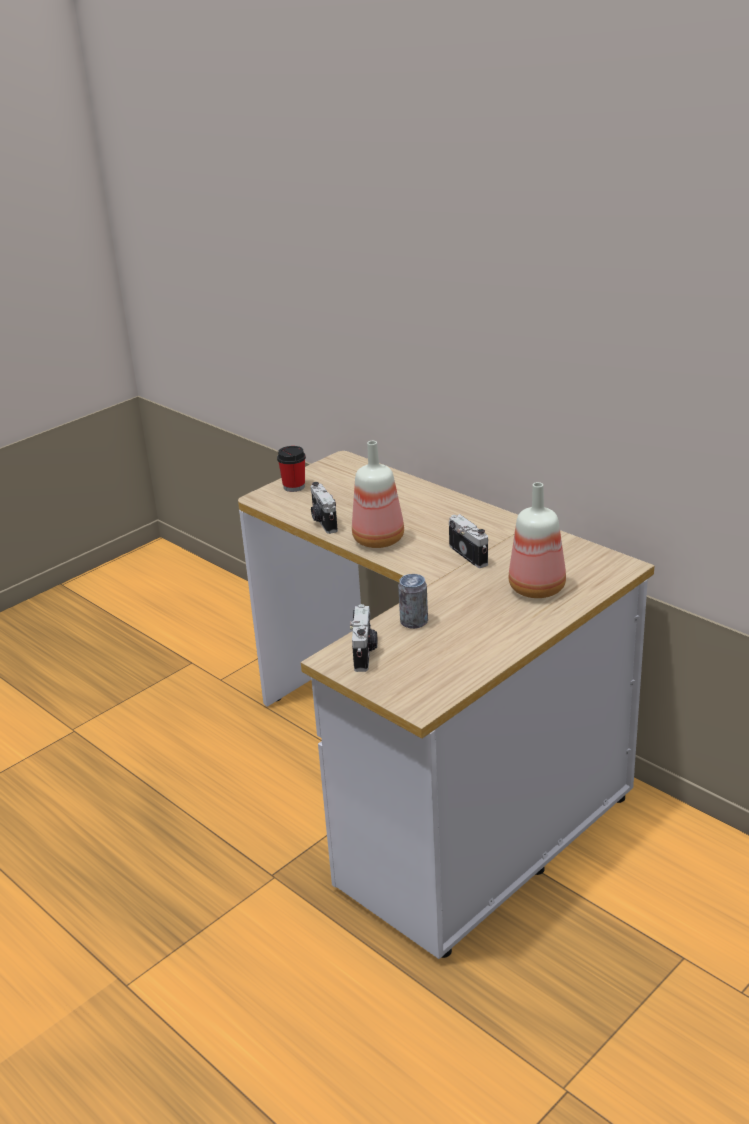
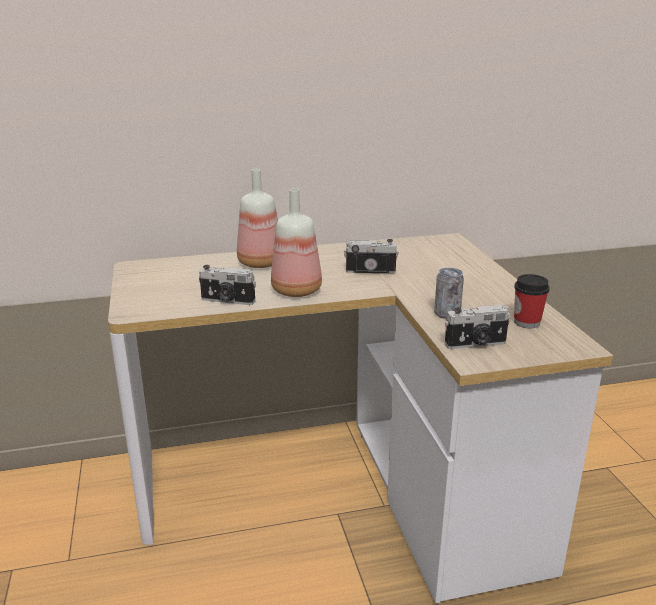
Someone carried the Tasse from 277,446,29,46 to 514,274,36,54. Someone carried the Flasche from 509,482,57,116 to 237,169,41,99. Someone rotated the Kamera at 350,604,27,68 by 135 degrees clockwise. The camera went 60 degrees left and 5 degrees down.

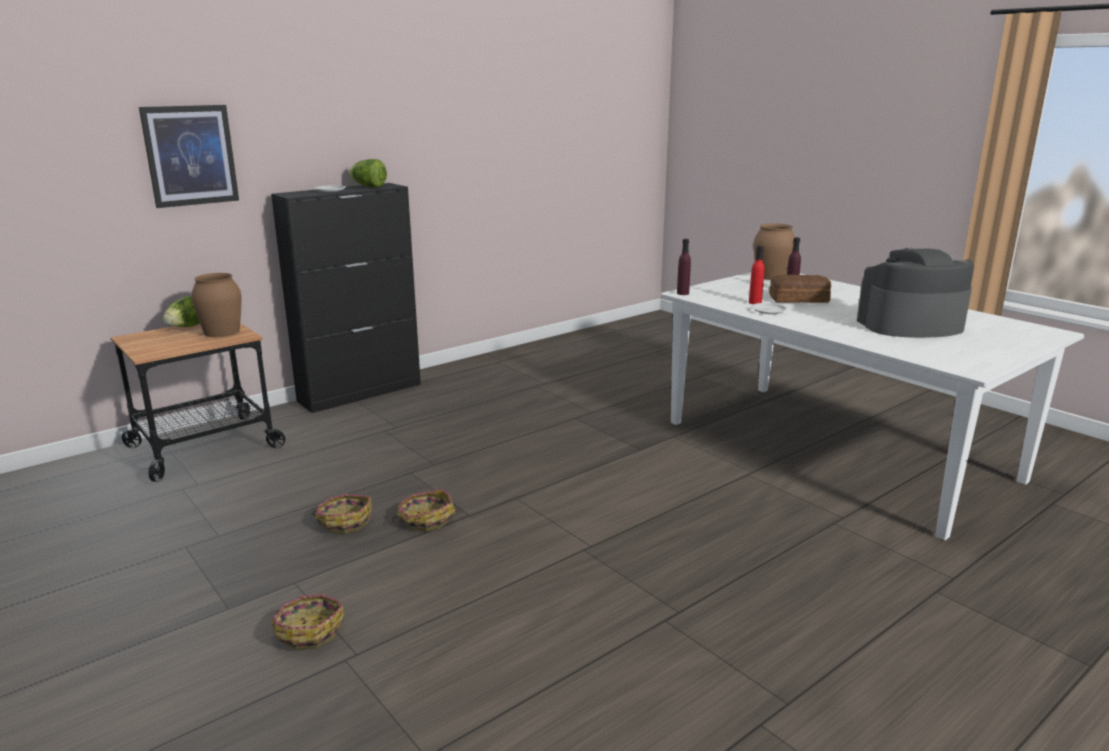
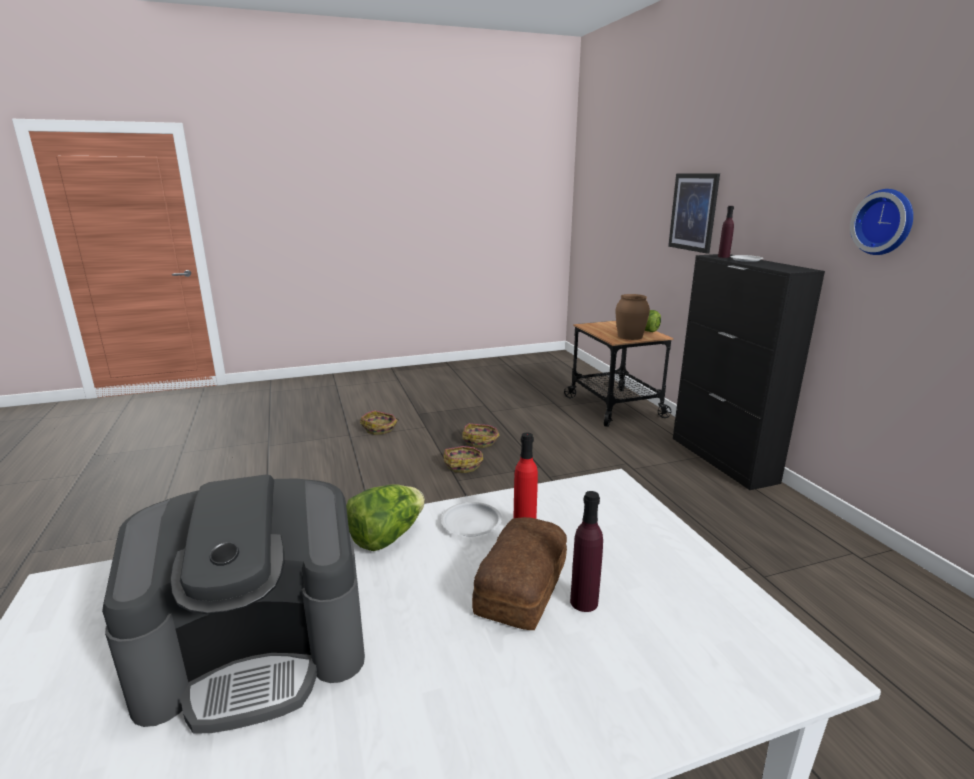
Someone took away the Vase [braun] at 753,223,42,57. Someone put up the Wanduhr at 850,189,63,66. Someone carried the Salatkopf from 348,159,39,28 to 346,484,79,67. Someone carried the Flasche [lila] from 677,239,14,56 to 718,206,16,52. Someone rotated the Kaffeemaschine at 857,248,117,90 by 60 degrees clockwise. The camera went 110 degrees right and 0 degrees up.

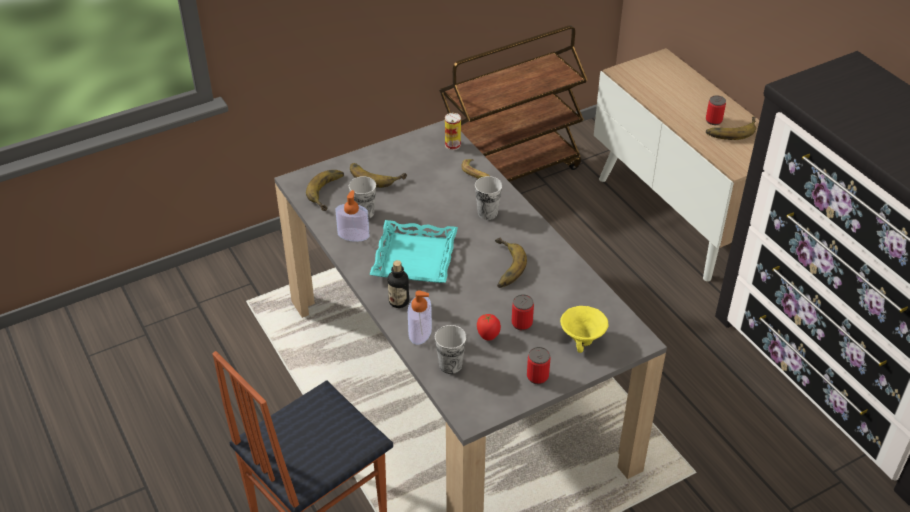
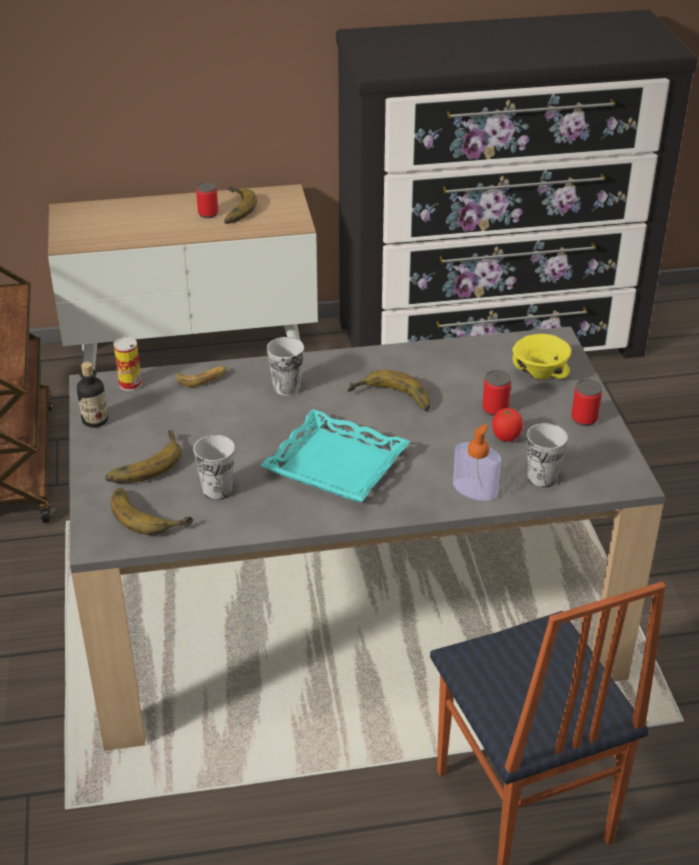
Someone took away the Seifenspender at 335,190,35,52. Someone carried the Flasche from 388,260,21,48 to 77,362,31,66. The camera went 70 degrees left and 5 degrees down.

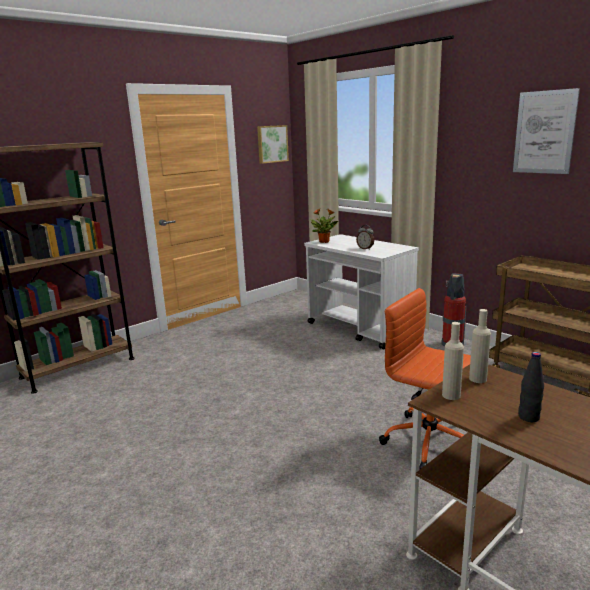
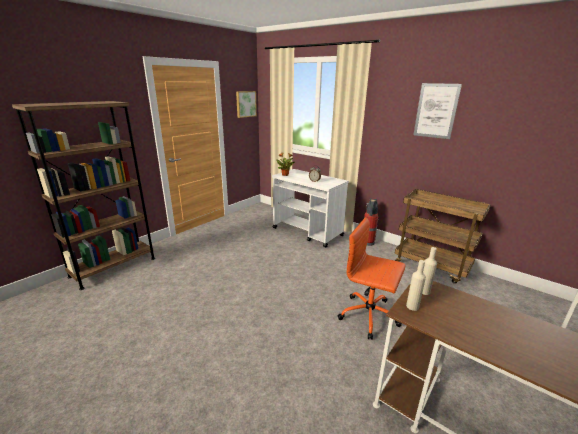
Someone took away the Flasche [schwarz] at 518,352,26,70. The camera went 10 degrees left and 5 degrees up.

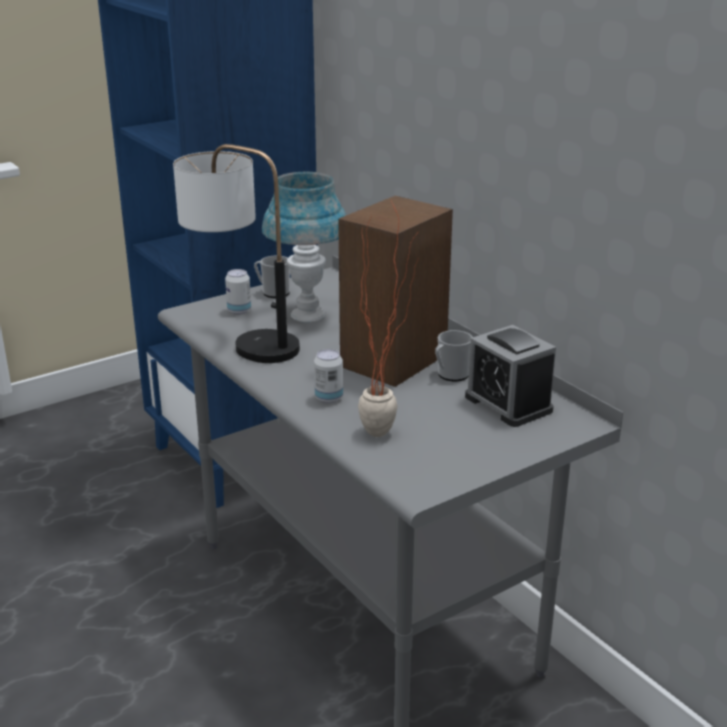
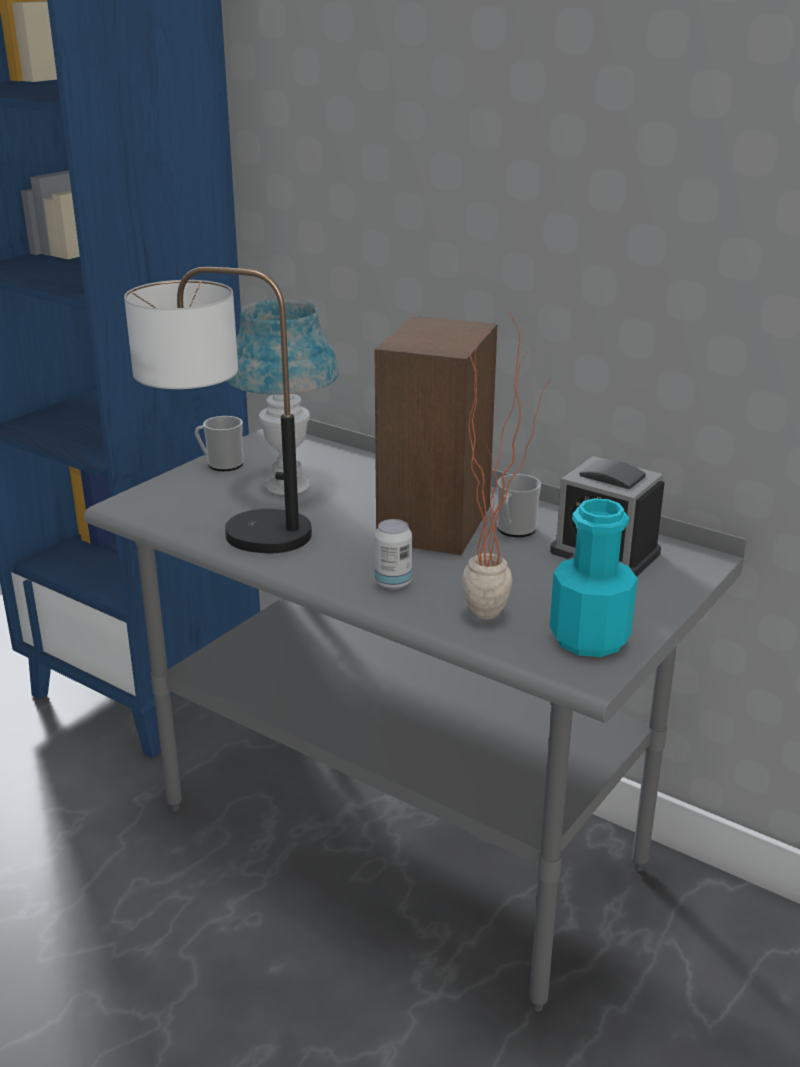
Someone took away the Dose at 225,269,26,46. Someone put down the Flasche [türkis] at 550,498,88,159. The camera went 20 degrees left and 0 degrees up.

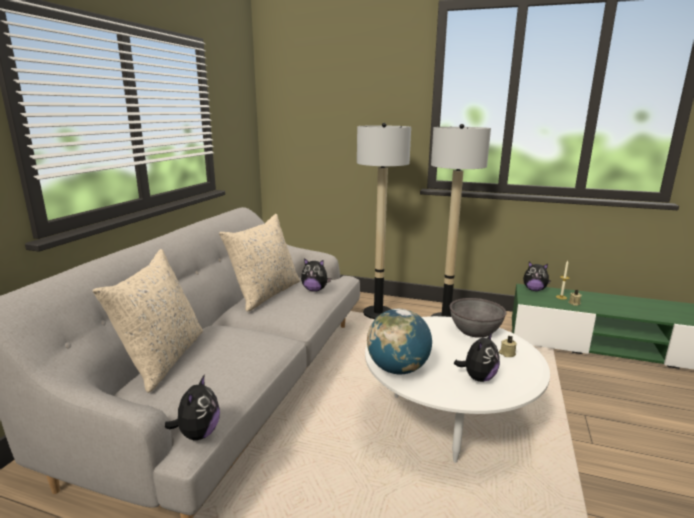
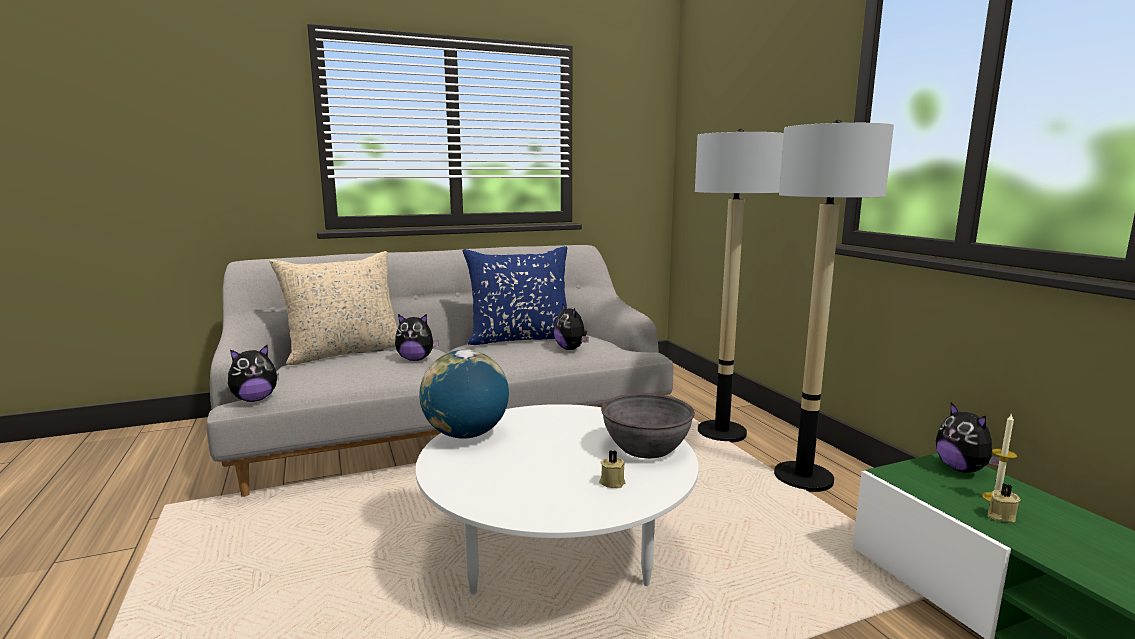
Someone carried the Plüschtier from 454,332,46,50 to 395,314,44,47. Someone repainted the Kissen [beige] at 219,214,81,98, which became the Kissen [blau] at 463,246,104,99. The camera went 50 degrees right and 5 degrees down.

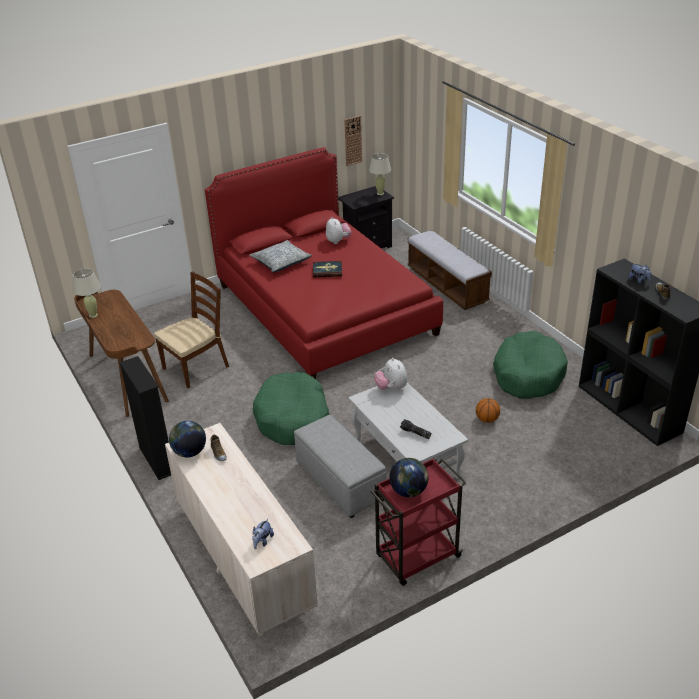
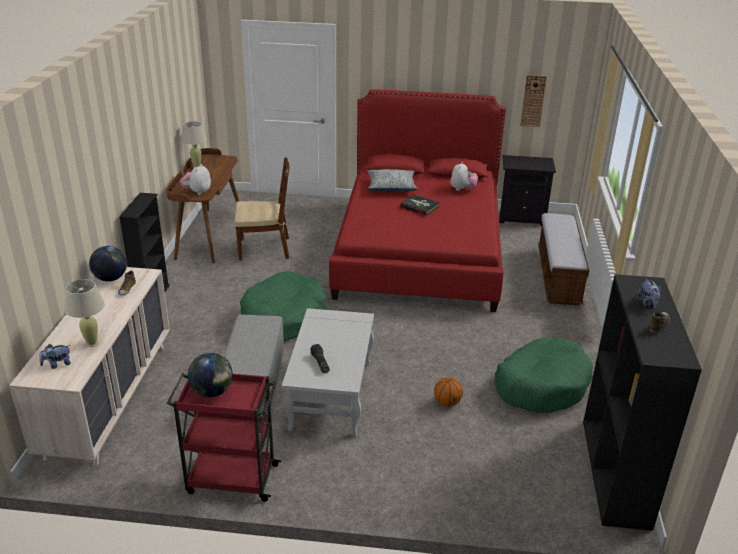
Someone carried the Tischlampe [beige] from 369,153,22,42 to 64,279,41,68. Someone carried the Plüschtier from 374,358,34,32 to 180,164,31,31. The camera went 35 degrees right and 5 degrees down.

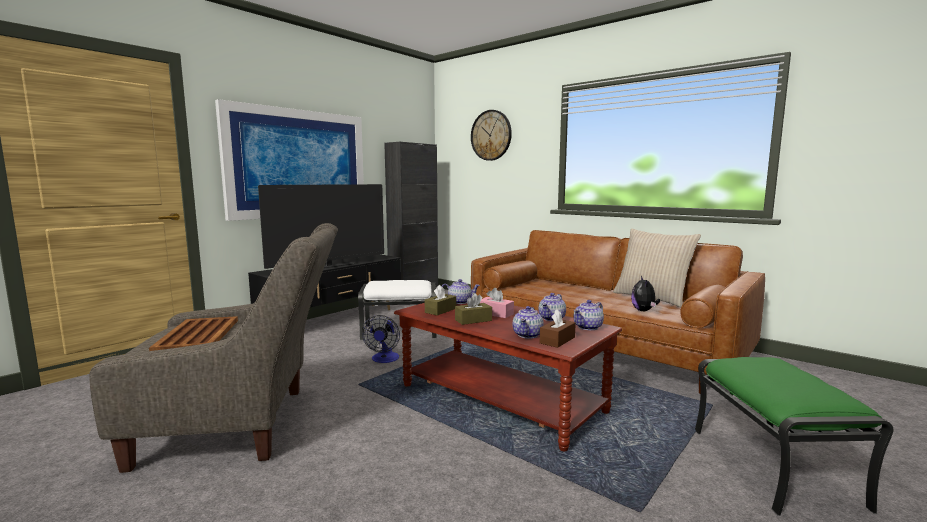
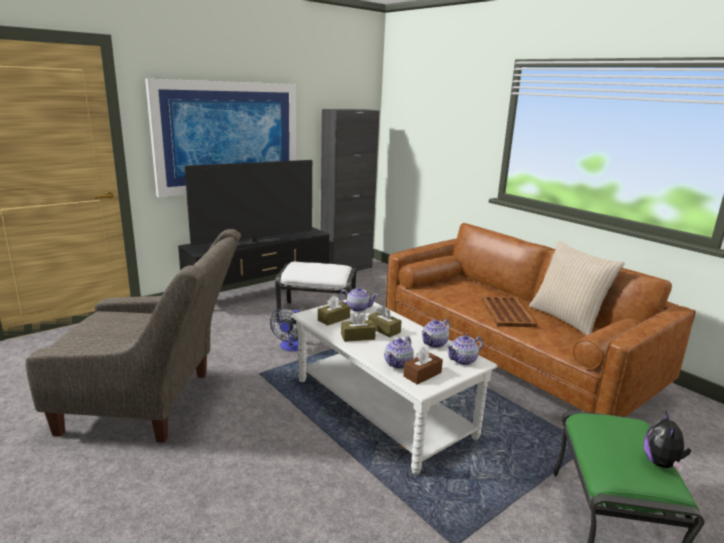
Someone took away the Wanduhr at 471,110,41,51. Someone carried the Tablett [braun] from 149,316,89,35 to 481,296,56,31. Someone carried the Plüschtier from 631,276,29,35 to 644,411,47,60. Someone repainted the Couchtisch [braun] at 394,303,228,148, which became the Couchtisch [weiß] at 291,299,206,176. Someone repainted the Taschentuchbox [rosa] at 480,288,34,30, which became the Taschentuchbox [braun] at 368,306,33,31. The camera went 10 degrees right and 10 degrees up.

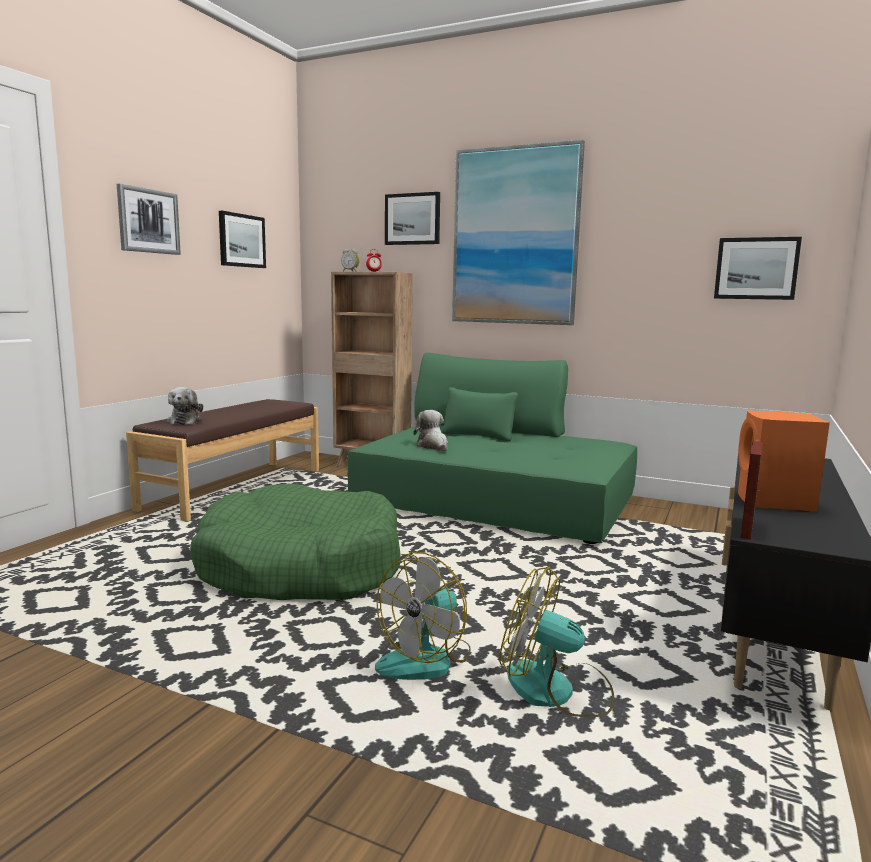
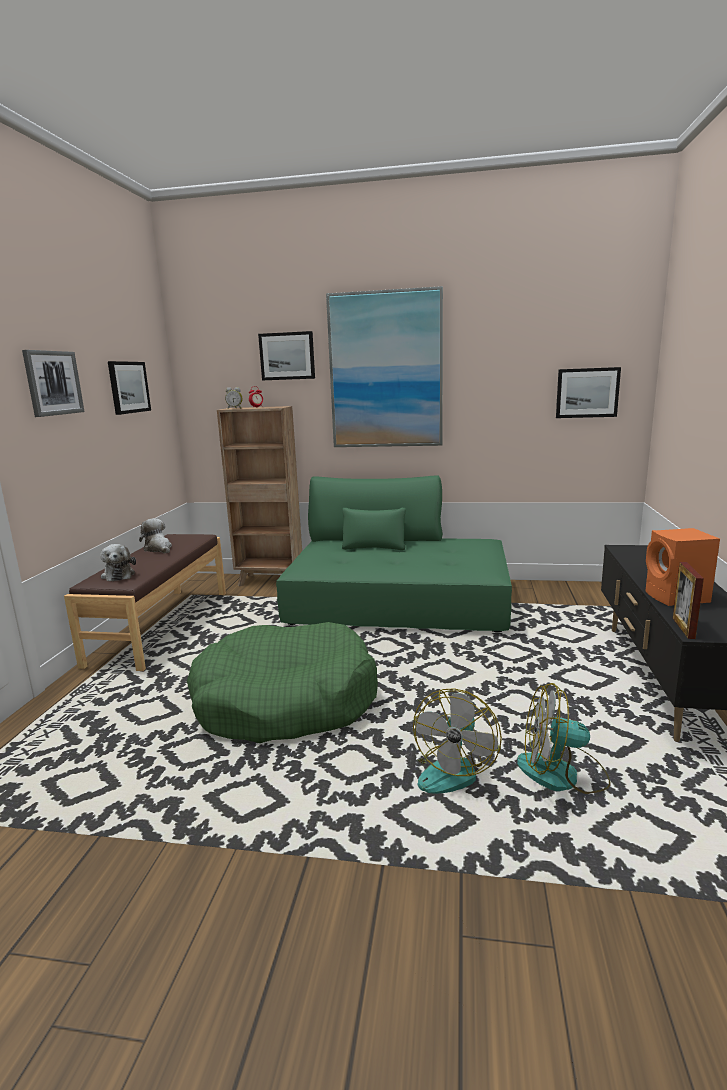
Someone carried the Plüschtier from 413,410,35,42 to 139,518,33,35. The camera went 15 degrees left and 5 degrees up.

